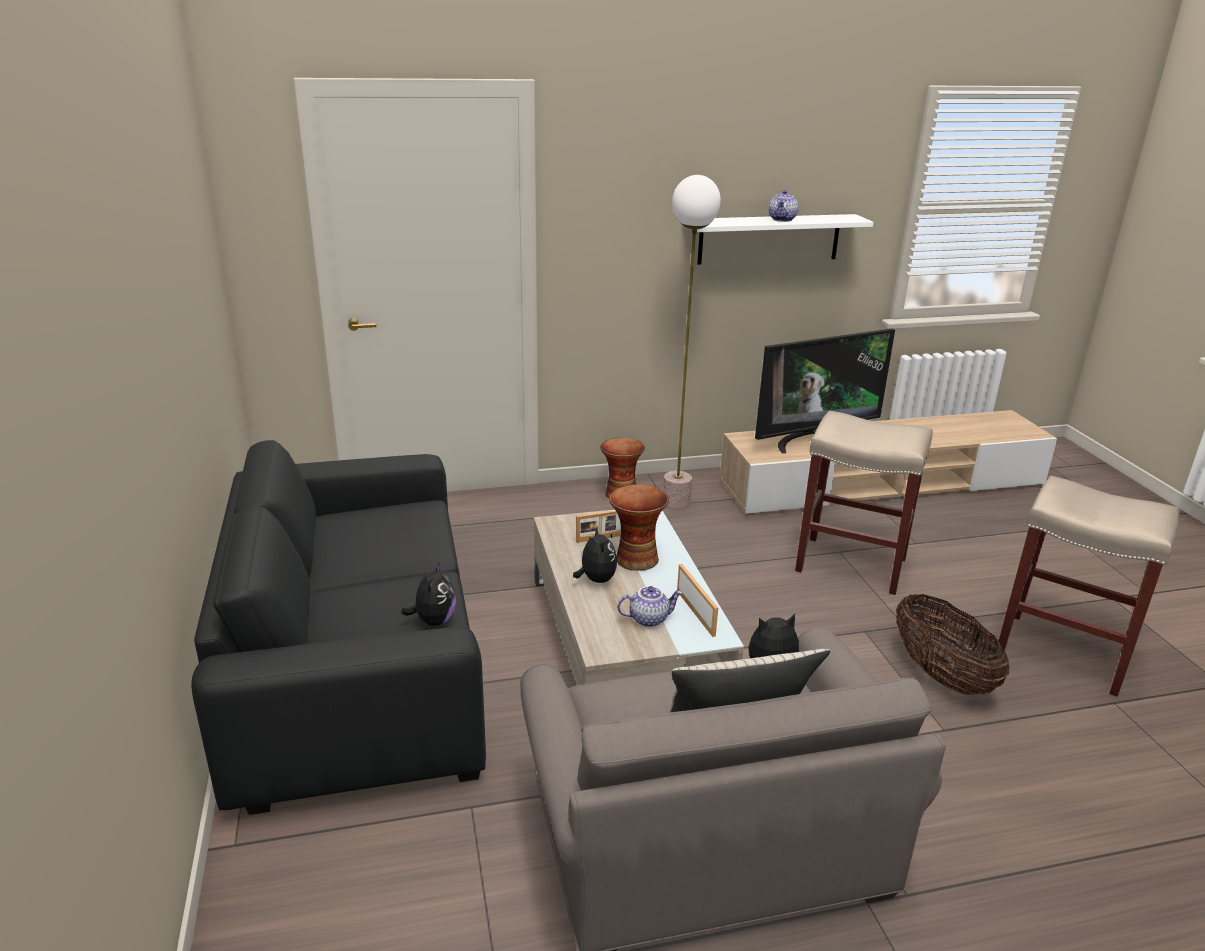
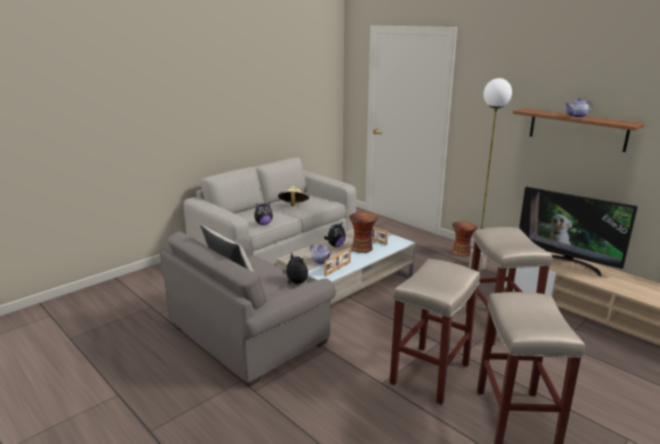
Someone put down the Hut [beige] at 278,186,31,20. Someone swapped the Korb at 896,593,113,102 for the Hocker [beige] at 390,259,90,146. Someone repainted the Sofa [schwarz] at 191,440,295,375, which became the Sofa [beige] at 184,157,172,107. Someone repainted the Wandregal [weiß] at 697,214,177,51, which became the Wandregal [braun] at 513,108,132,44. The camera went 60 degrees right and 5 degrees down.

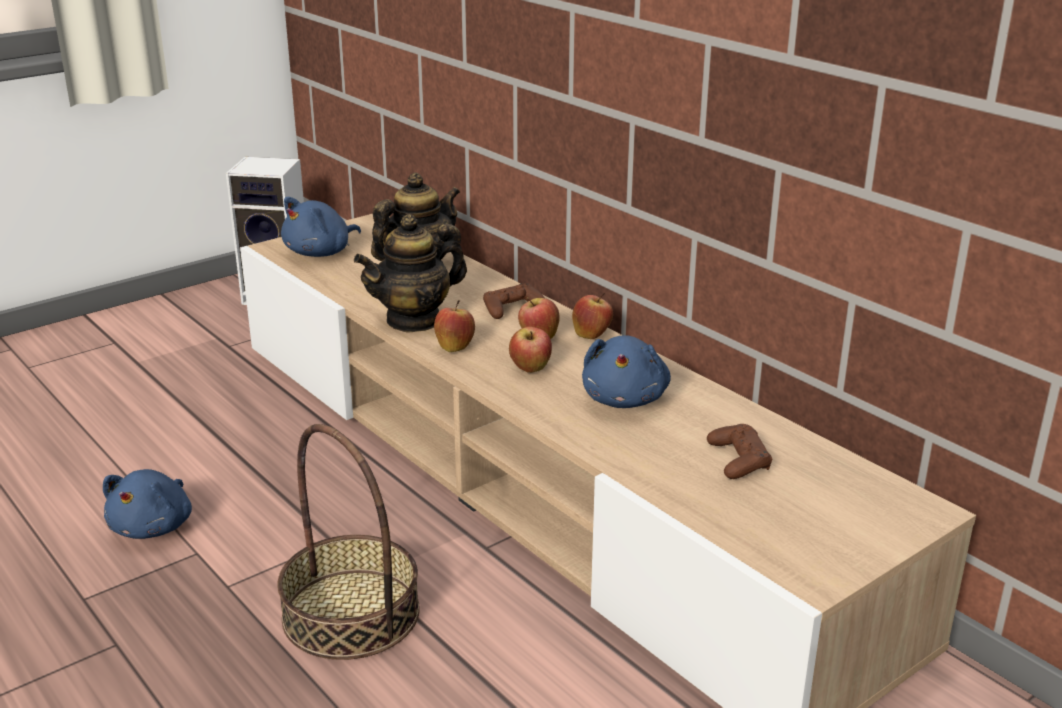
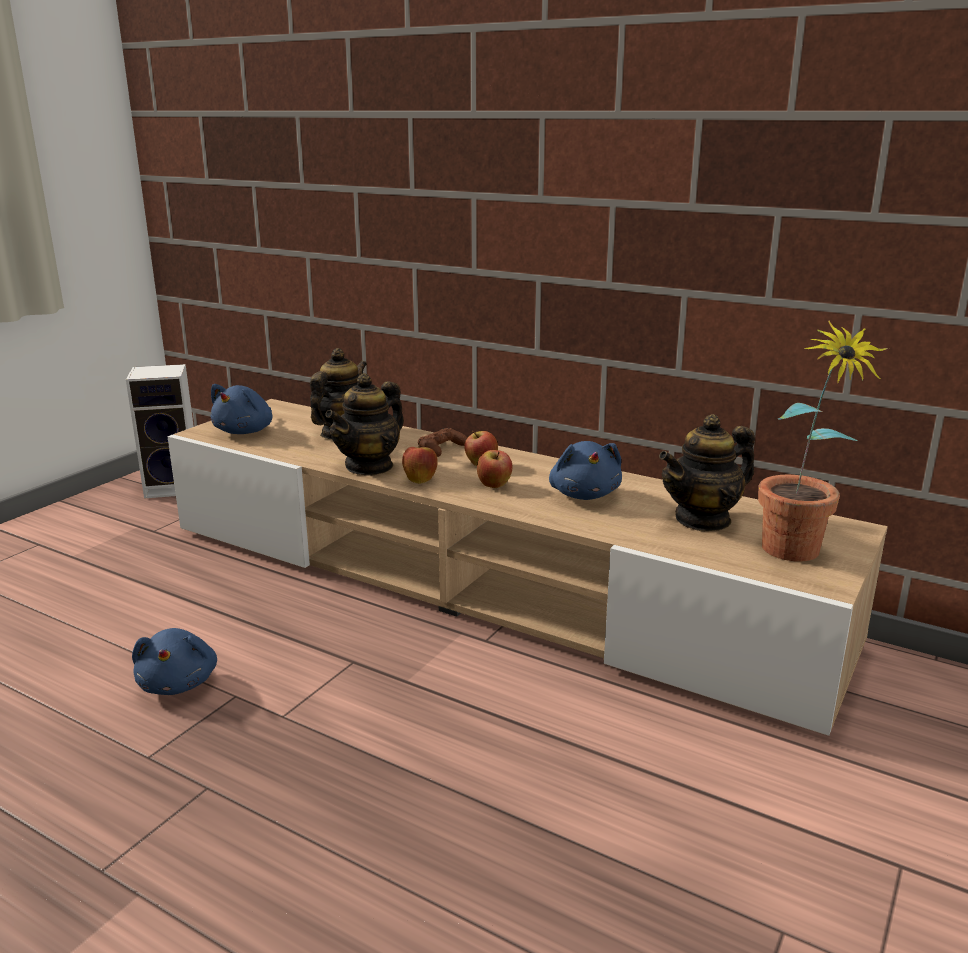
Someone took away the Korb at 277,424,143,236. Someone took away the Apfel at 572,292,41,47. Someone put down the Topfpflanze at 758,321,131,241. Someone swapped the Gamepad [braun] at 707,424,66,55 for the Teekanne at 659,414,96,117. The camera went 20 degrees left and 5 degrees down.

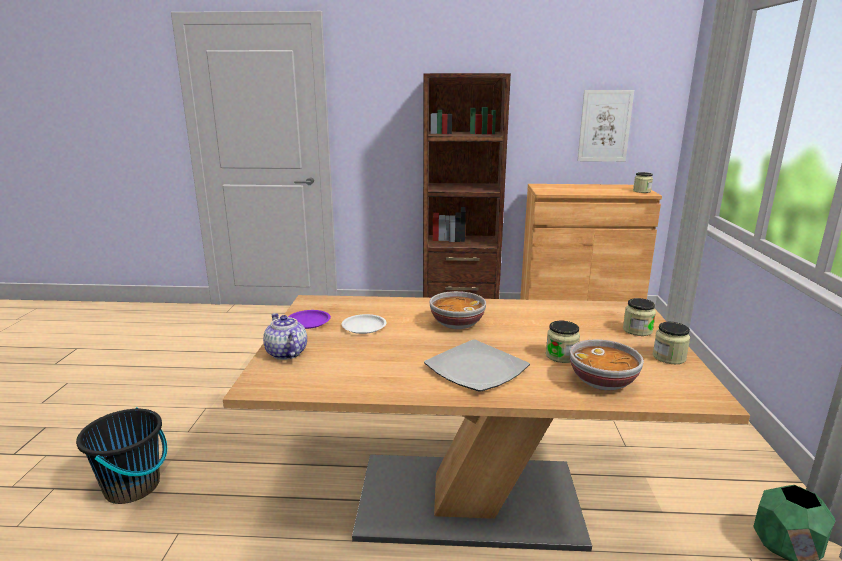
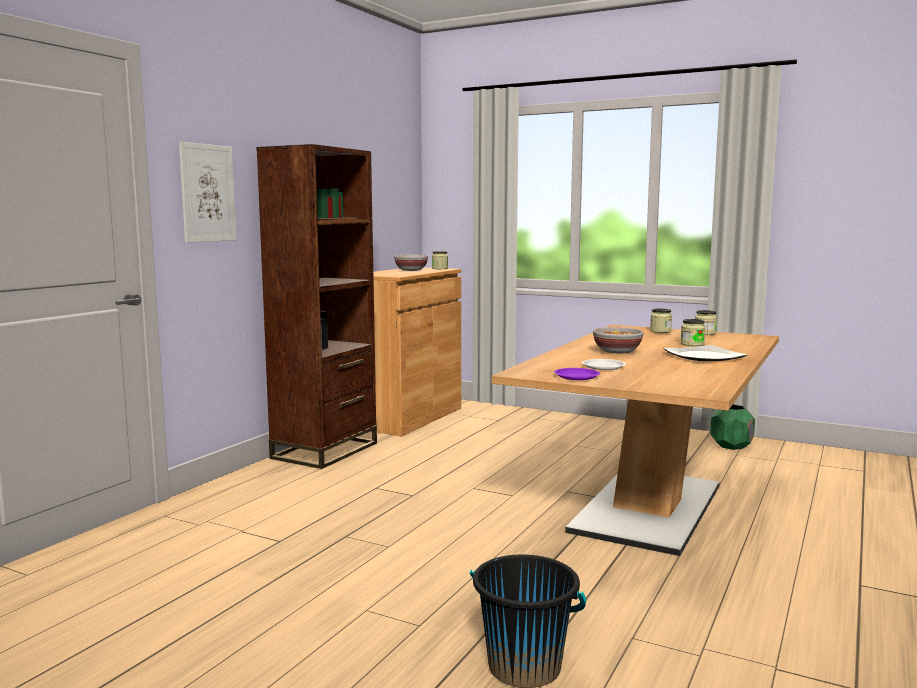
Someone took away the Teekanne at 263,313,44,47. Someone carried the Schüssel from 570,339,74,51 to 394,255,34,16. Someone carried the Bild from 577,90,57,72 to 179,142,57,101. The camera went 65 degrees left and 10 degrees down.

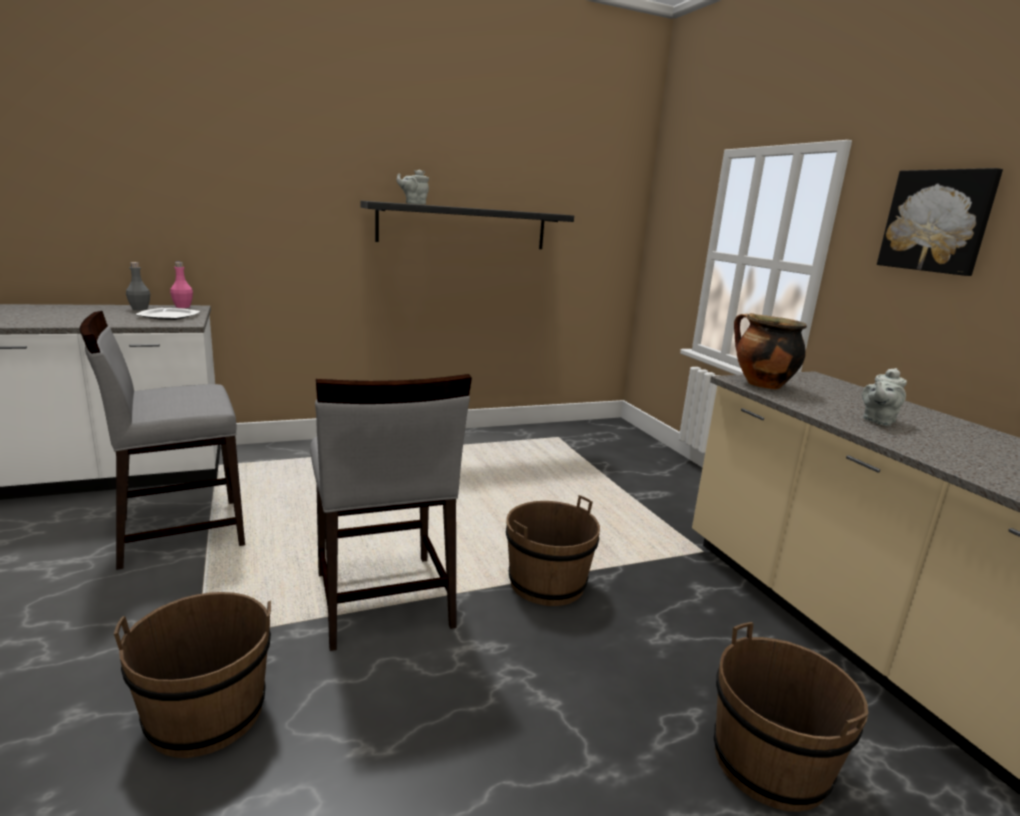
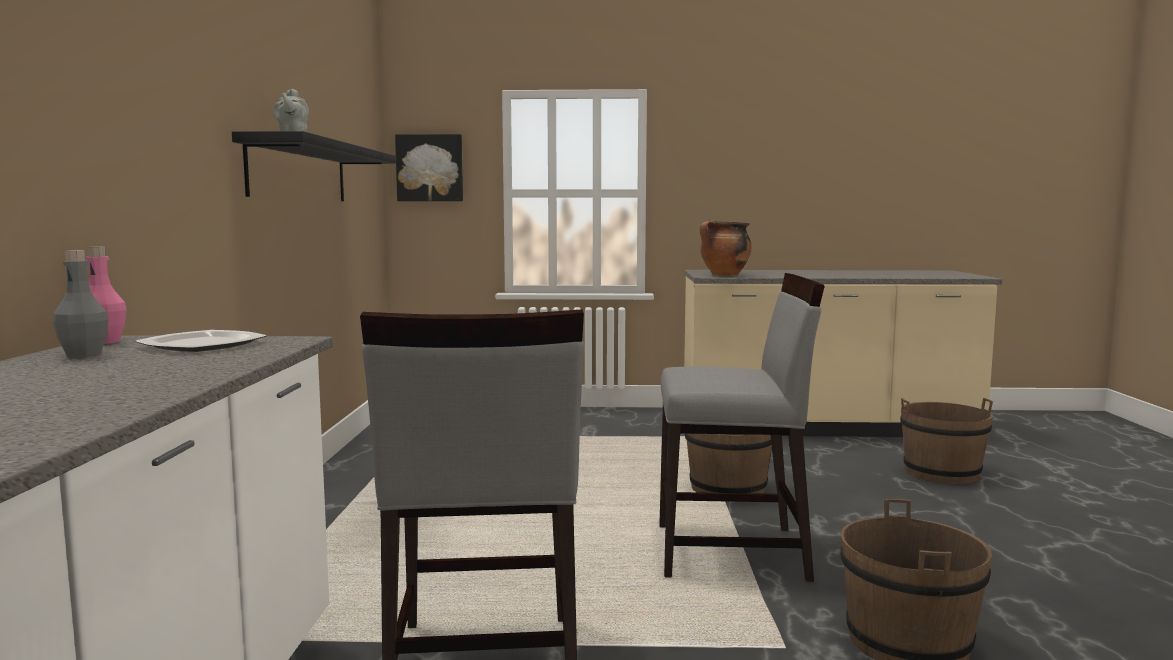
Someone took away the Teekanne [grau] at 862,368,45,58. Someone carried the Bild from 877,168,126,108 to 395,134,68,67. The camera went 65 degrees left and 10 degrees down.

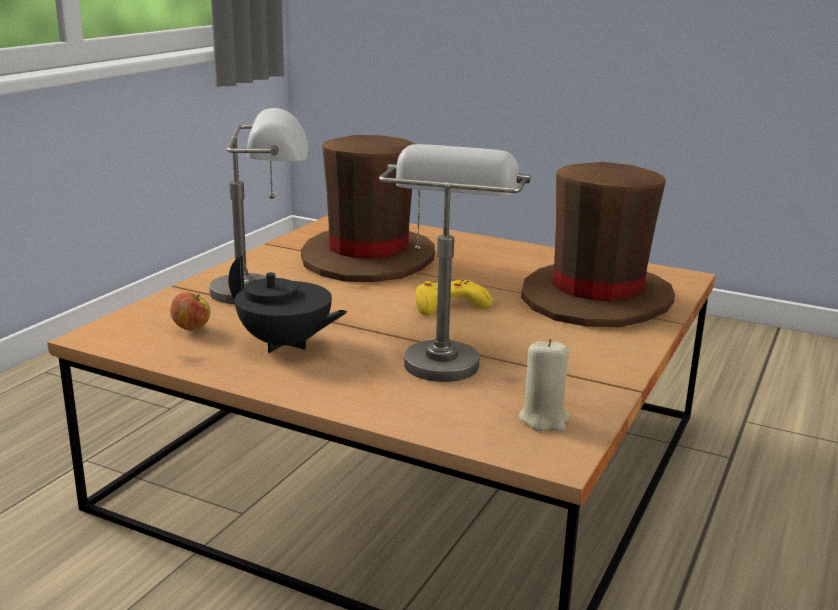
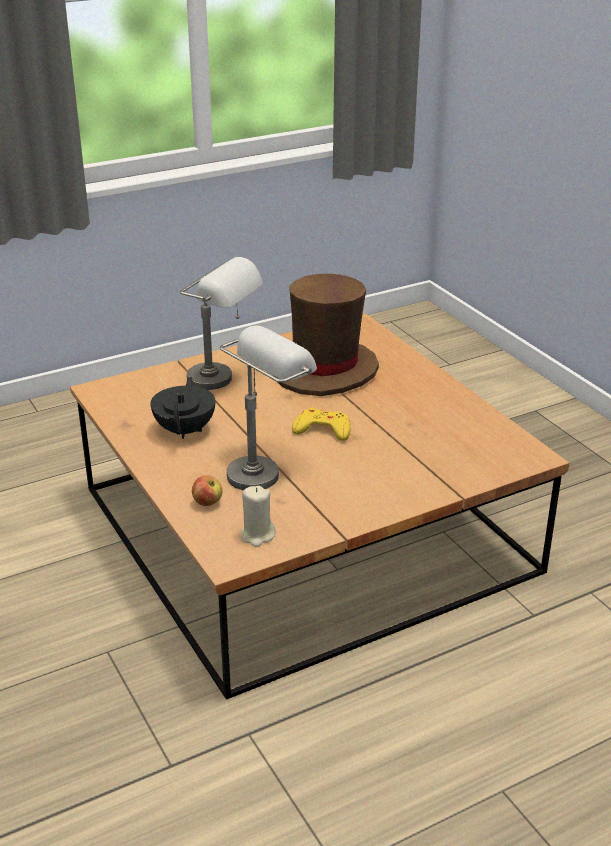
Someone took away the Hut [braun] at 521,162,154,165. Someone carried the Apfel from 170,292,40,39 to 192,475,30,31. Someone rotated the Teekanne [schwarz] at 229,255,118,98 by 150 degrees counterclockwise. The camera went 35 degrees right and 10 degrees up.

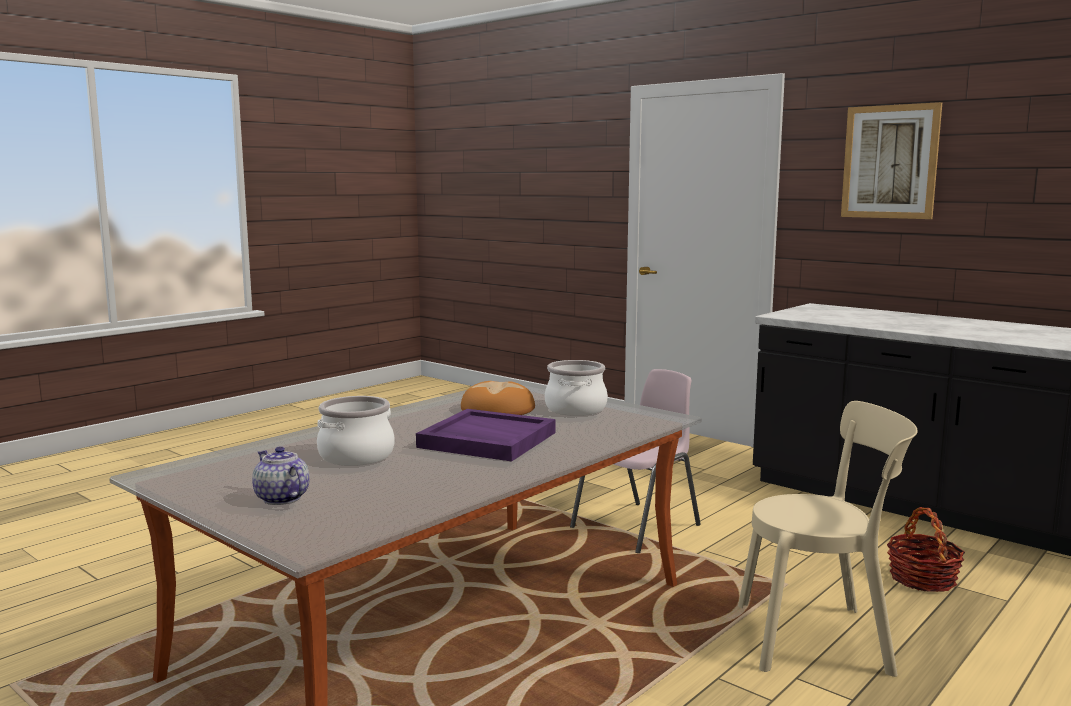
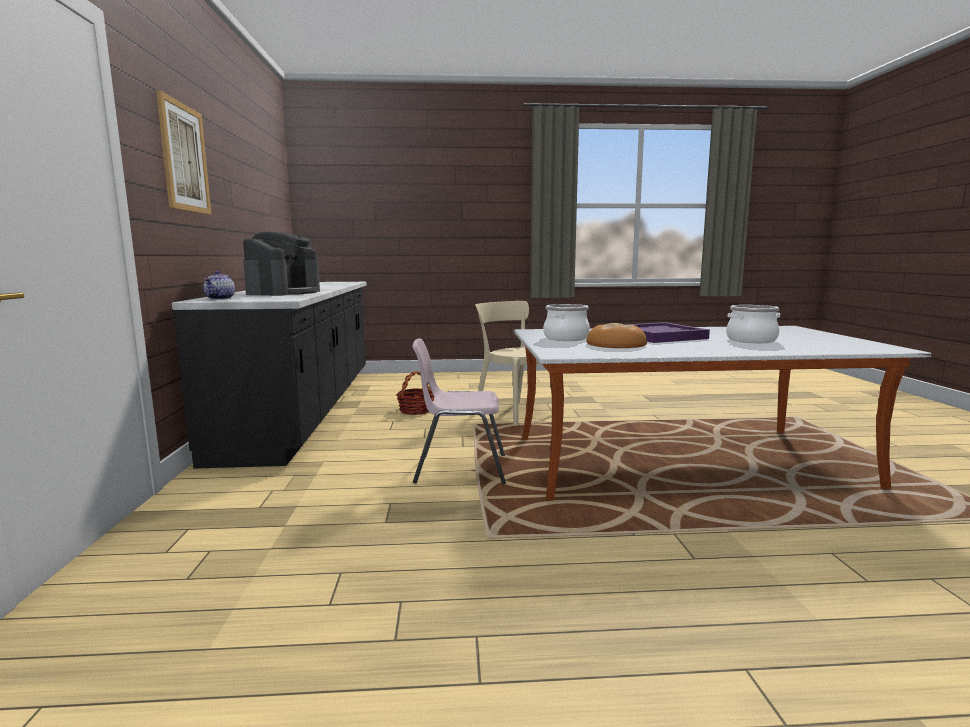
Someone put down the Kaffeemaschine at 243,231,77,65. Someone carried the Teekanne from 252,446,58,59 to 204,271,31,29. The camera went 135 degrees left and 0 degrees up.

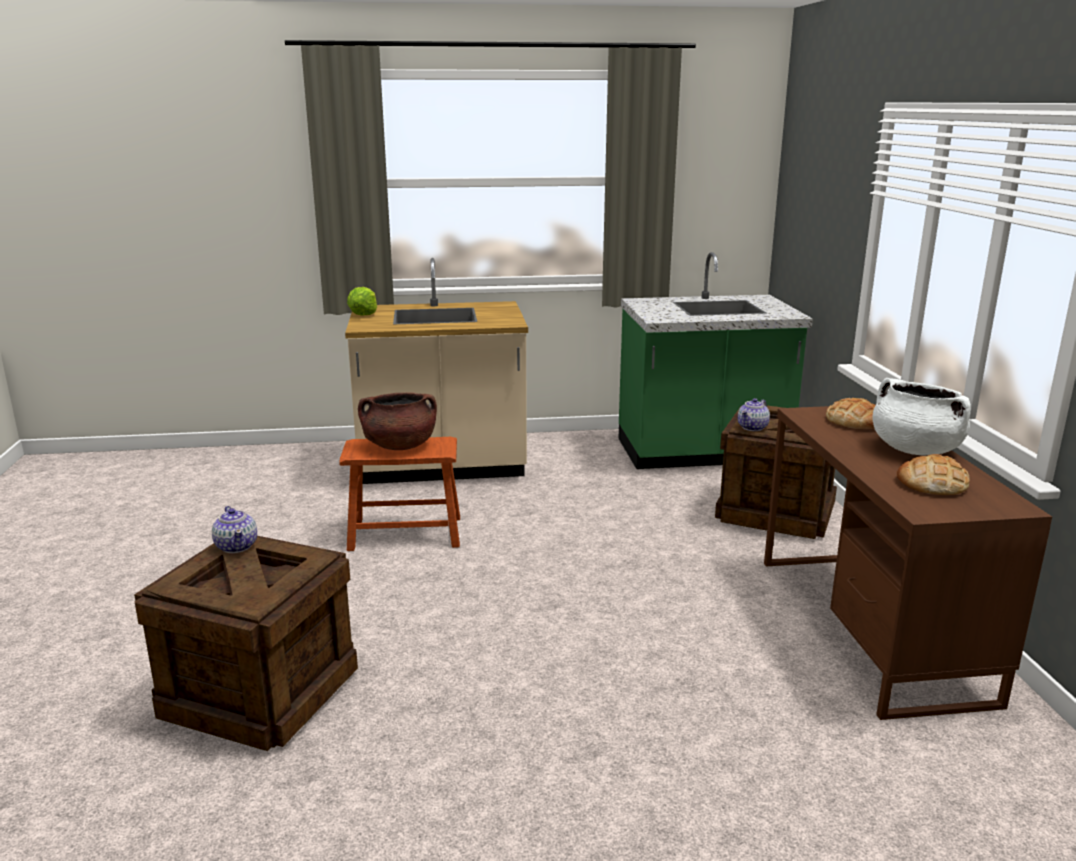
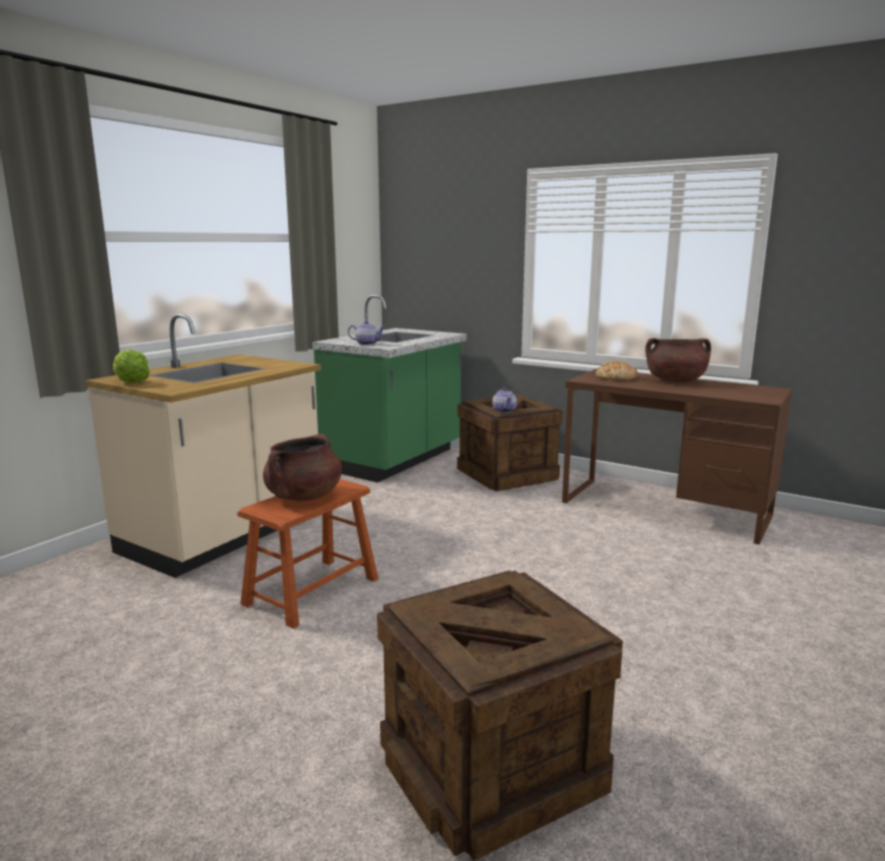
Someone took away the Brot at 896,454,74,41. Someone carried the Teekanne from 212,506,45,47 to 348,321,37,24. Someone repainted the Kochtopf [weiß] at 872,378,99,77, which became the Kochtopf [braun] at 645,338,66,44. The camera went 50 degrees left and 5 degrees down.

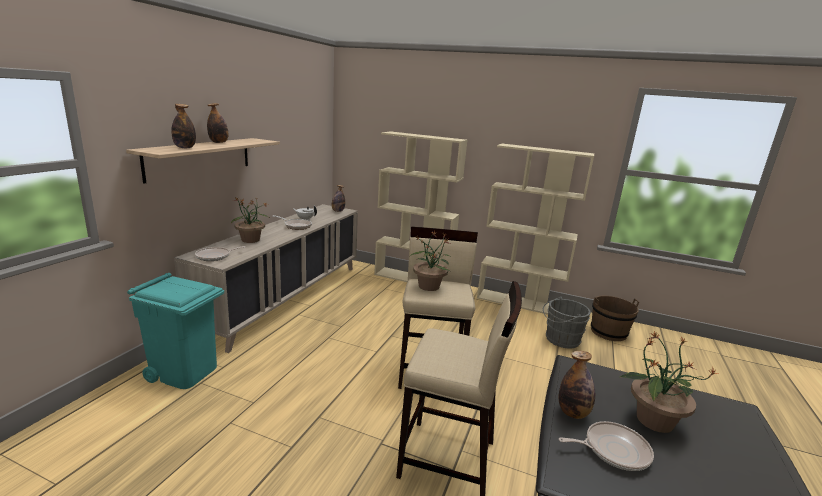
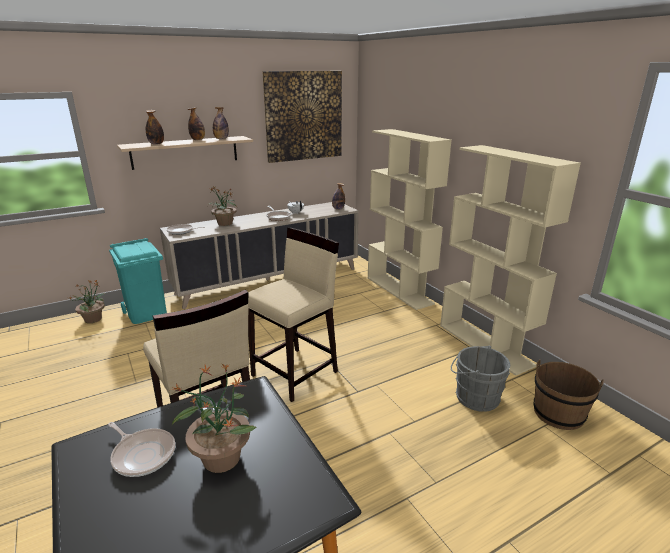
Someone put up the Bild at 262,71,80,92. Someone carried the Topfpflanze from 410,230,41,61 to 69,279,36,44. Someone carried the Flasche from 559,351,36,68 to 213,107,16,32. The camera went 40 degrees right and 5 degrees up.

